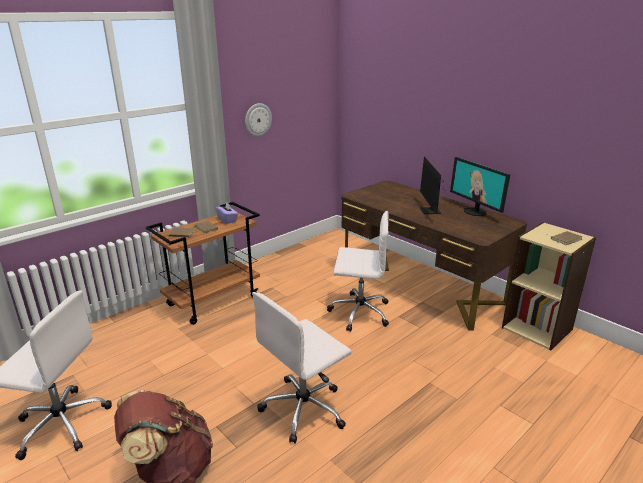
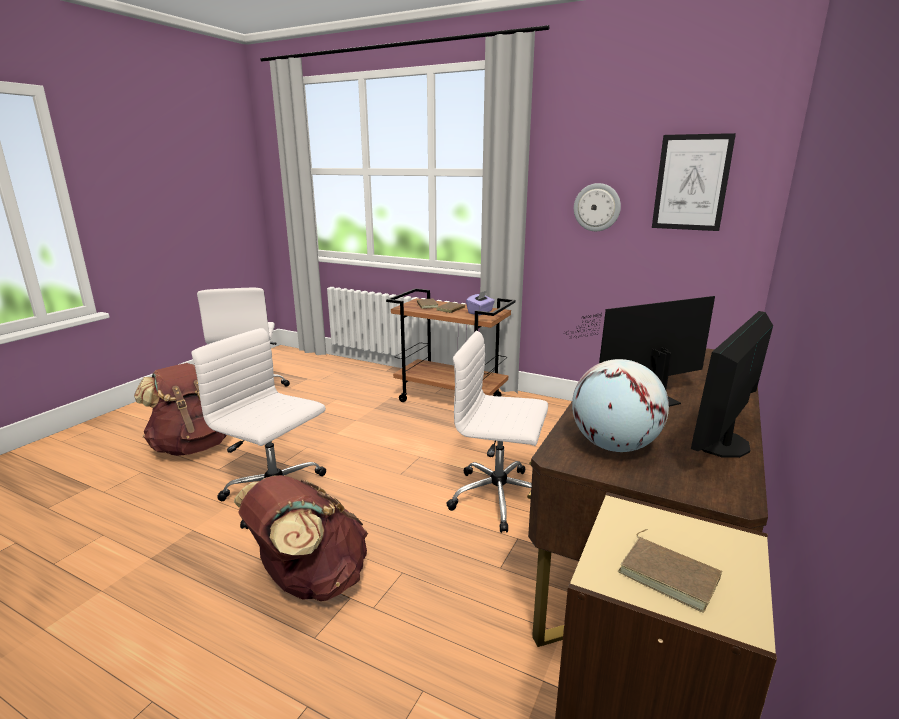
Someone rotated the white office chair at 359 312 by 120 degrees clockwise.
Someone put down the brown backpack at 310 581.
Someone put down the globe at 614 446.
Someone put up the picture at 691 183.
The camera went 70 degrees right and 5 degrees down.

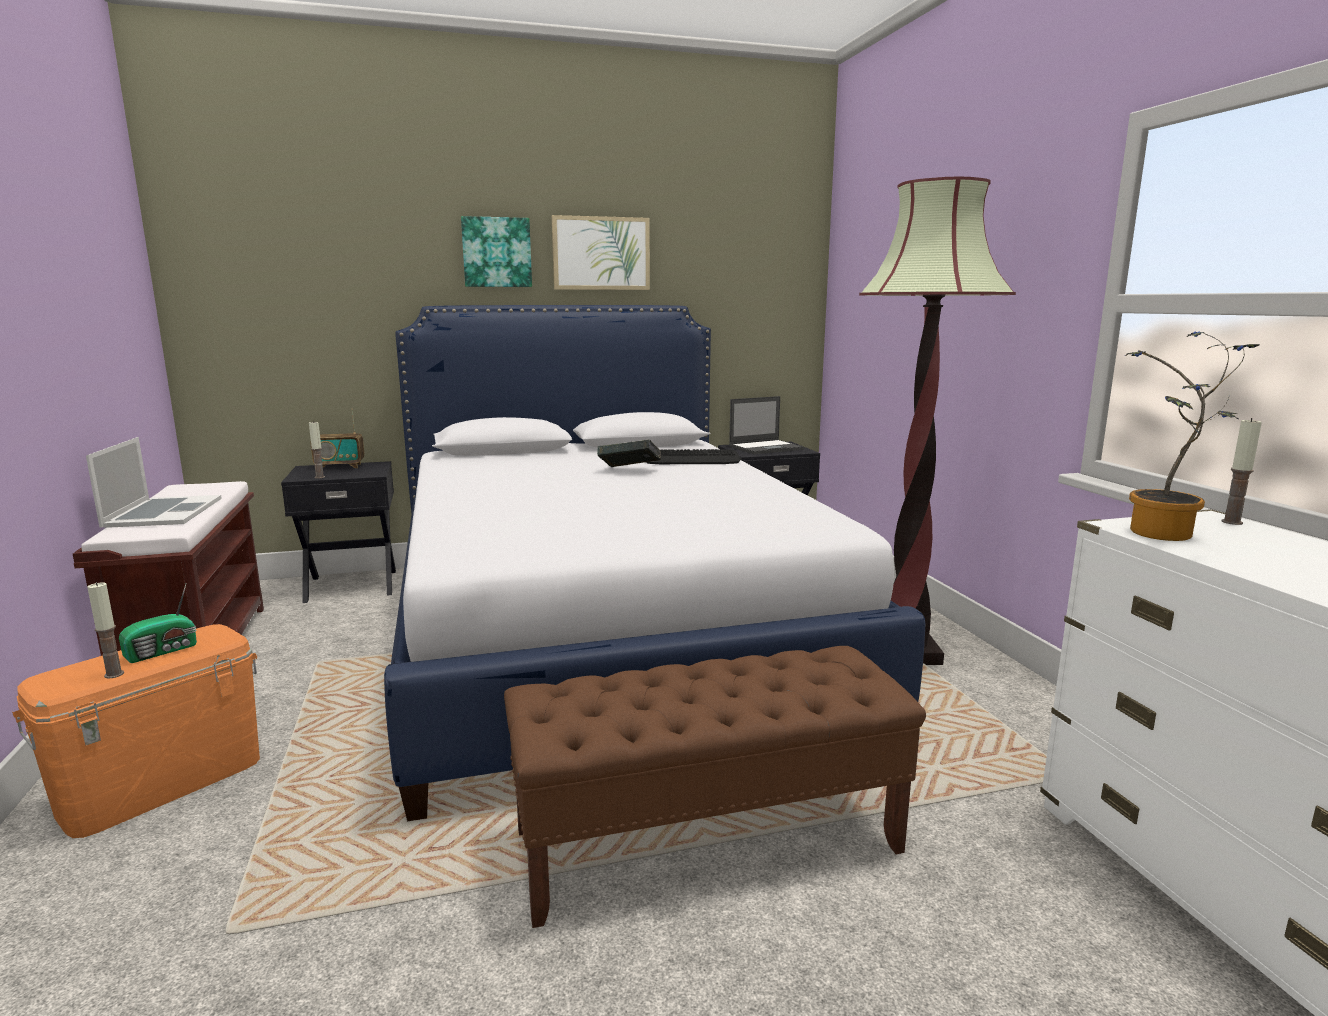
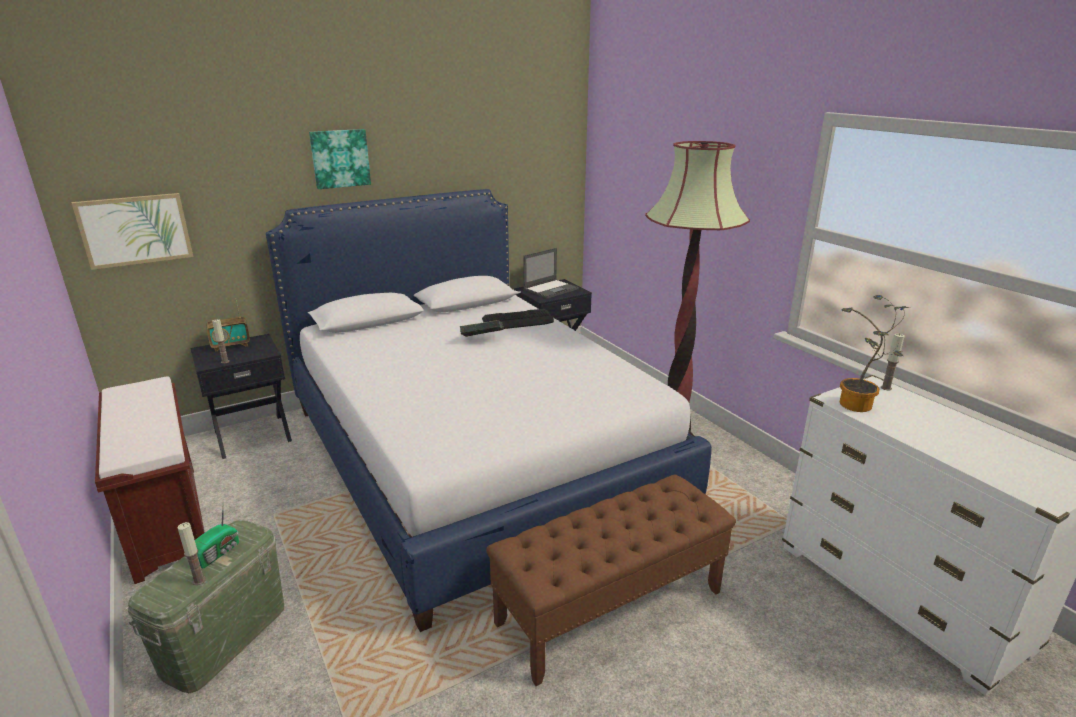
Someone repainted the orange storage box at 162 783, which became the green storage box at 225 638.
Someone took away the laptop at 163 512.
Someone carried the picture from 601 253 to 135 230.
The camera went 15 degrees left and 10 degrees up.

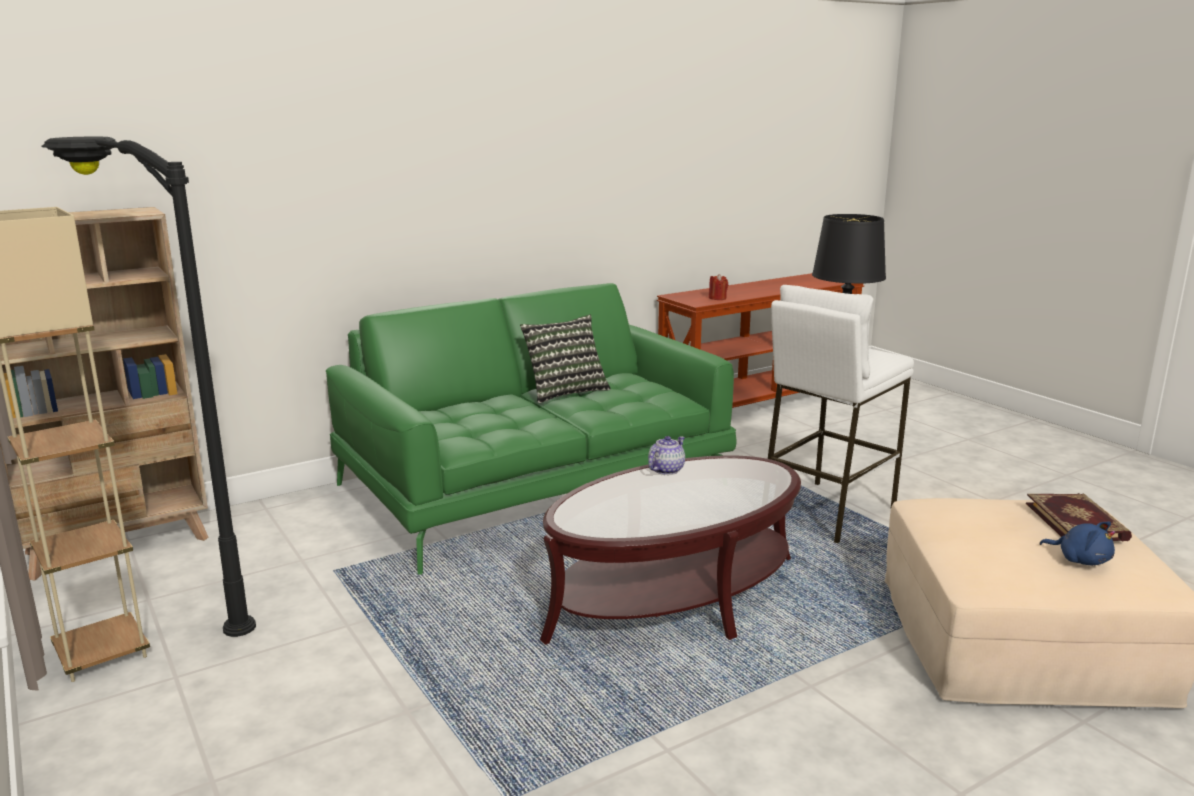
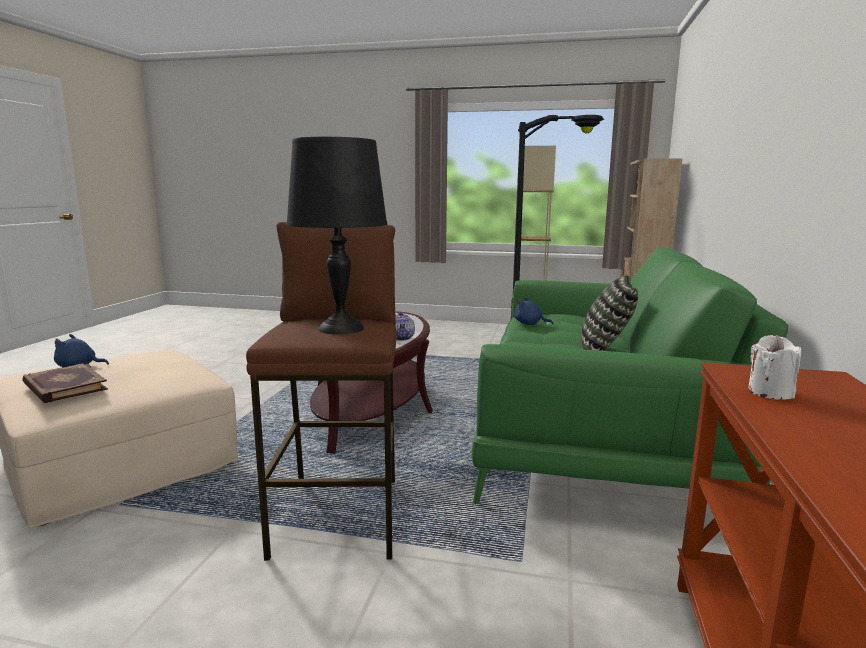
Someone repainted the red candle at 717 298, which became the white candle at 770 392.
Someone repainted the white stool at 826 512, which became the brown stool at 340 515.
Someone put down the blue plush toy at 529 324.
The camera went 135 degrees right and 5 degrees down.

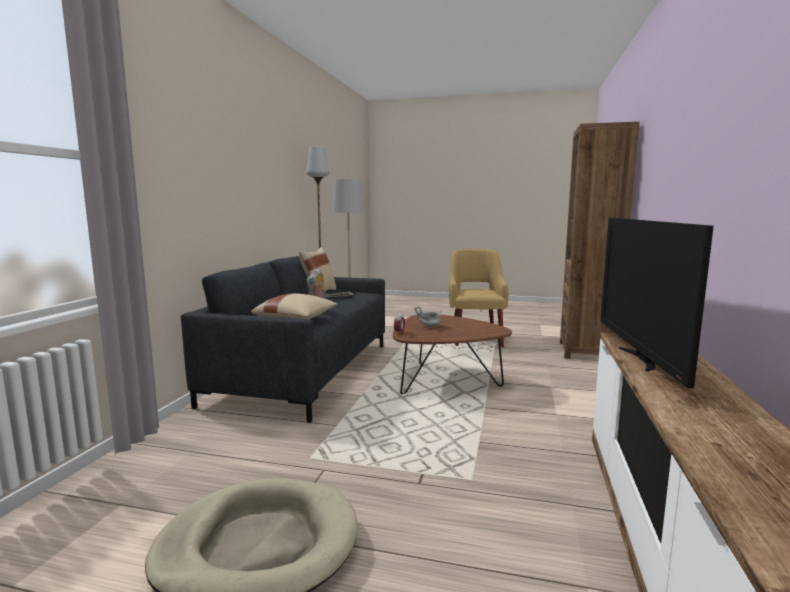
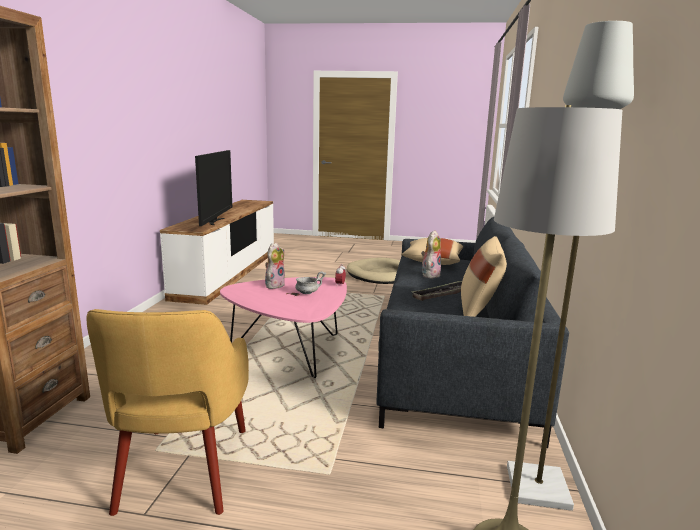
Someone repainted the brown coffee table at 444 381, which became the pink coffee table at 290 351.
Someone put down the plush toy at 274 285.
The camera went 175 degrees right and 5 degrees up.

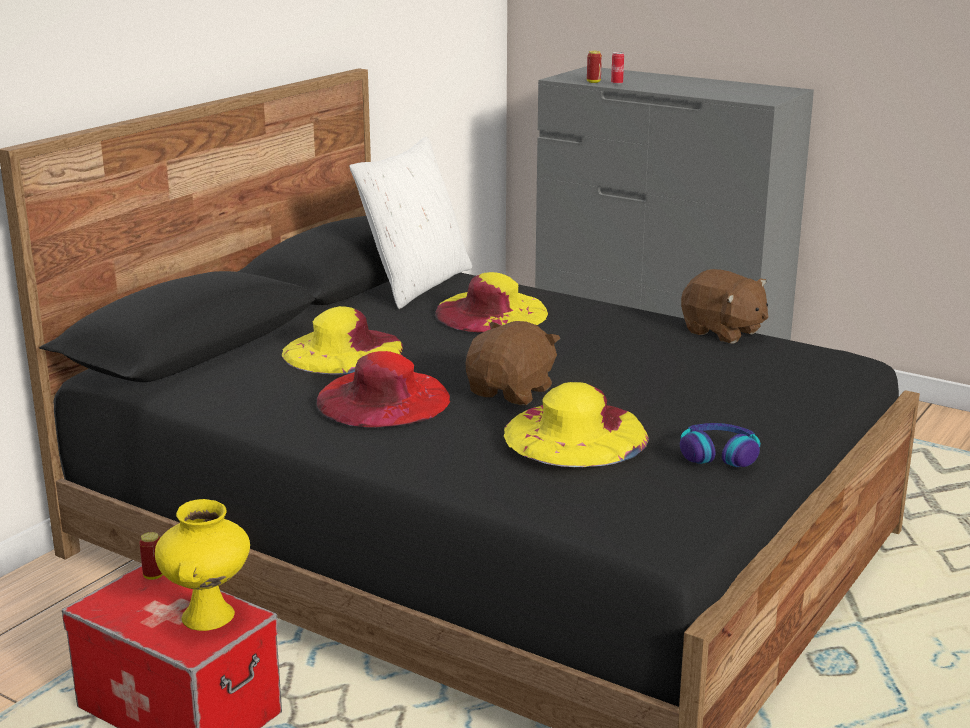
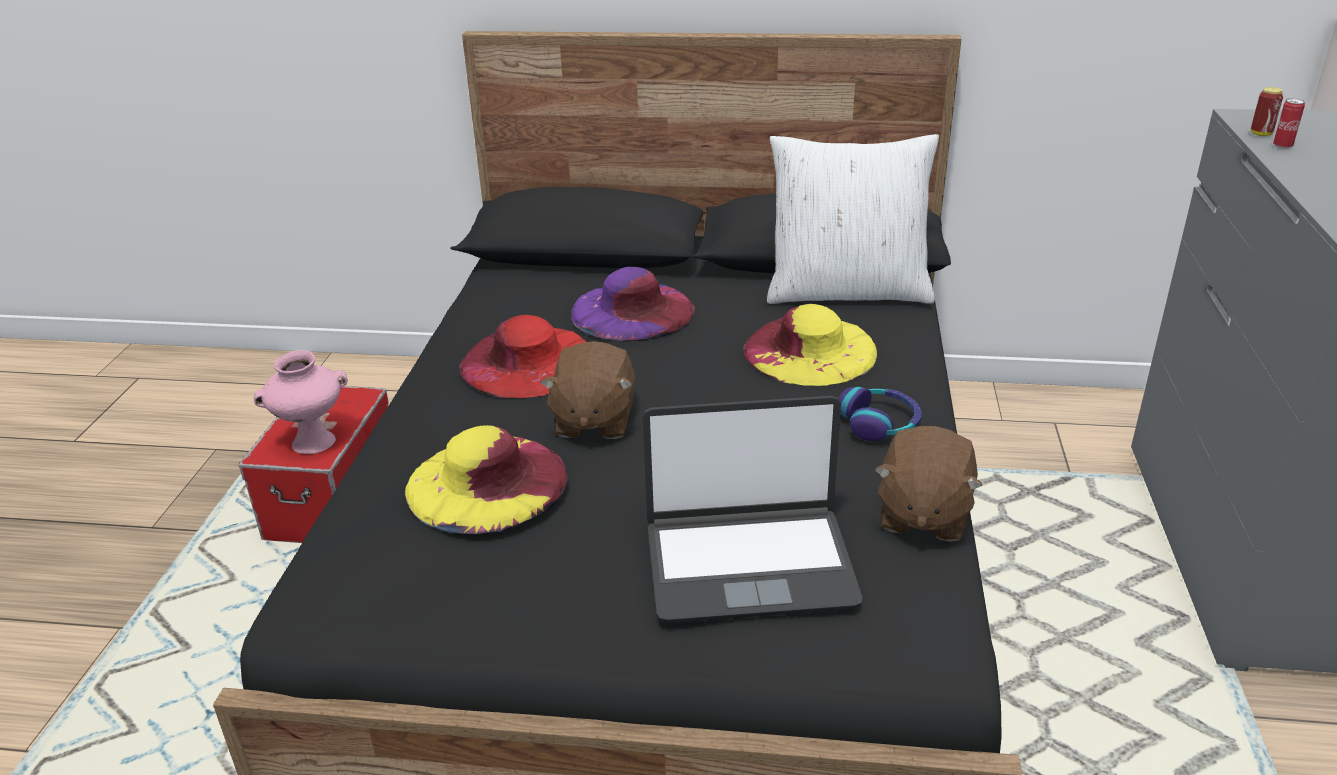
Someone took away the can at 154 576.
Someone repainted the yellow vase at 209 617, which became the pink vase at 313 443.
Someone repainted the yellow hat at 343 351, which became the purple hat at 632 311.
Someone rotated the brown plush toy at 512 392 by 90 degrees clockwise.
Someone carried the headphones from 719 454 to 880 423.
Someone put down the laptop at 749 564.
The camera went 65 degrees right and 10 degrees up.

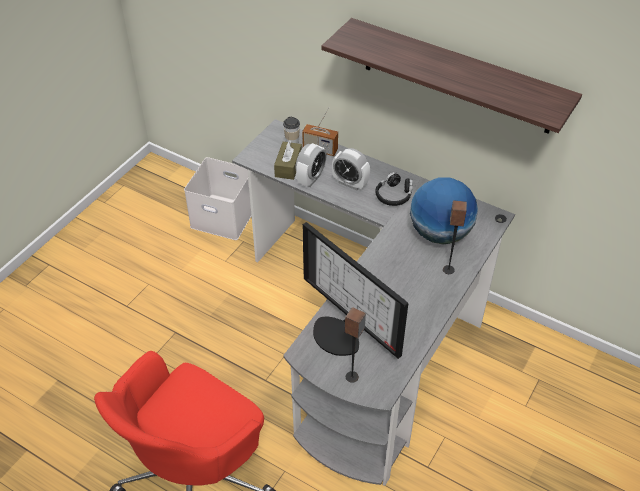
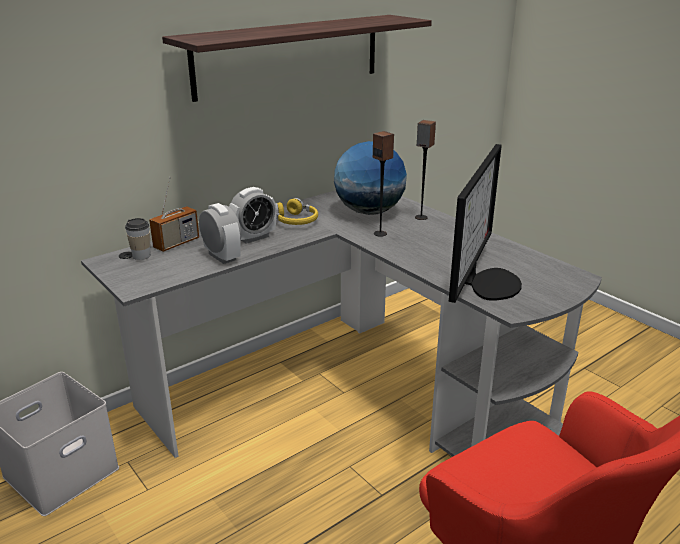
Someone took away the brown tissue box at 288 166.
Someone rotated the monitor at 341 333 by 45 degrees counterclockwise.
Someone carried the speaker from 352 377 to 380 233.
Someone repainted the black headphones at 394 195, which became the yellow headphones at 295 221.
The camera went 70 degrees left and 20 degrees down.

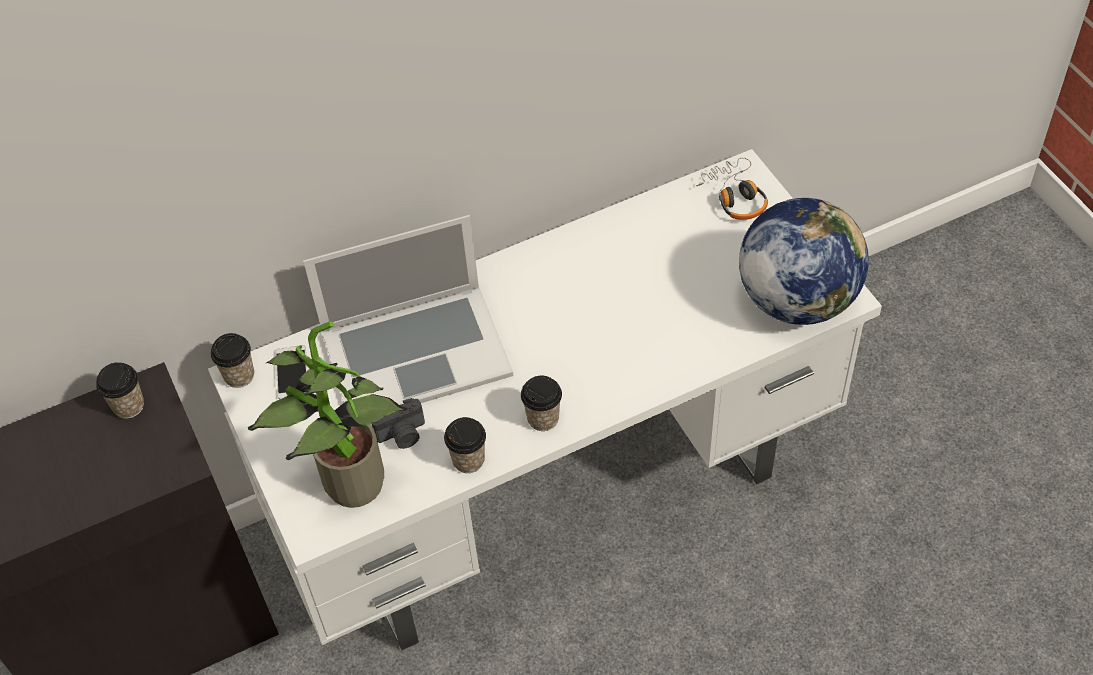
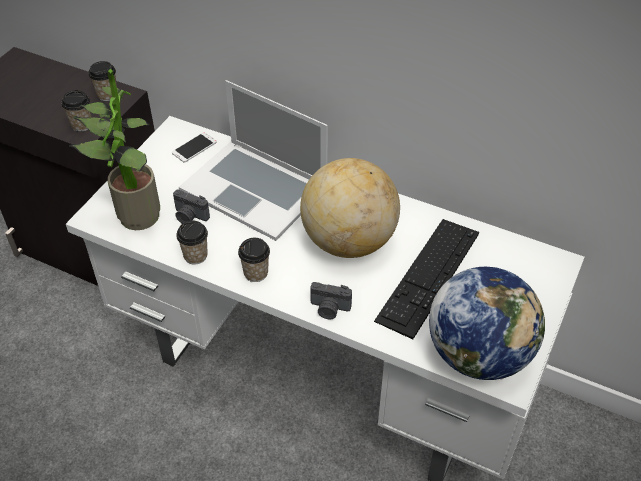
Someone carried the cup from 239 376 to 81 125.
Someone took away the headphones at 735 197.
Someone put down the globe at 348 241.
Someone put down the photo camera at 329 309.
Someone put down the keyboard at 428 276.
The camera went 50 degrees right and 5 degrees down.

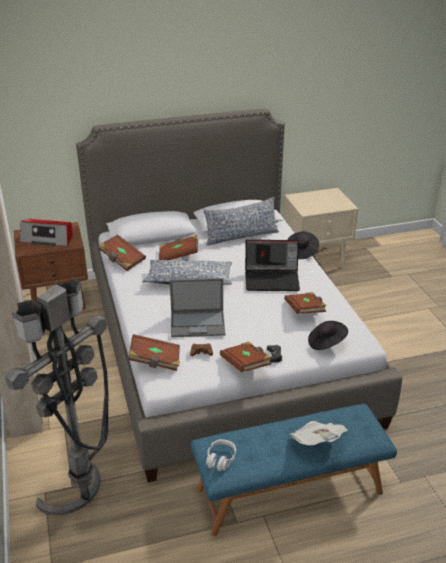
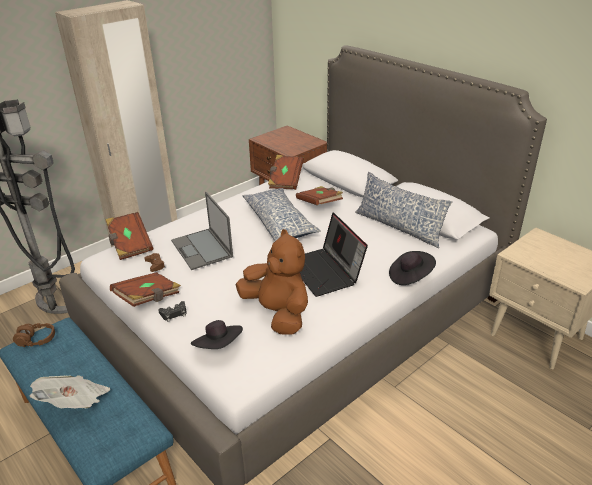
Someone took away the radio at 48 239.
Someone repainted the grey headphones at 220 459, which became the brown headphones at 36 340.
Someone swapped the brown book at 305 311 for the brown plush toy at 278 313.
The camera went 65 degrees right and 0 degrees up.

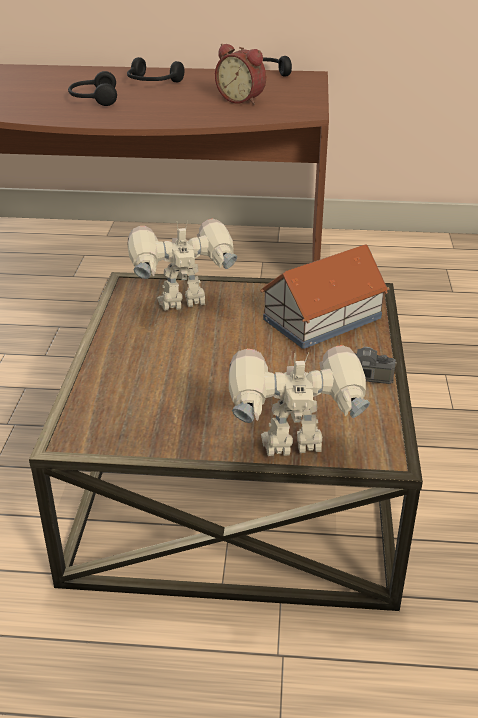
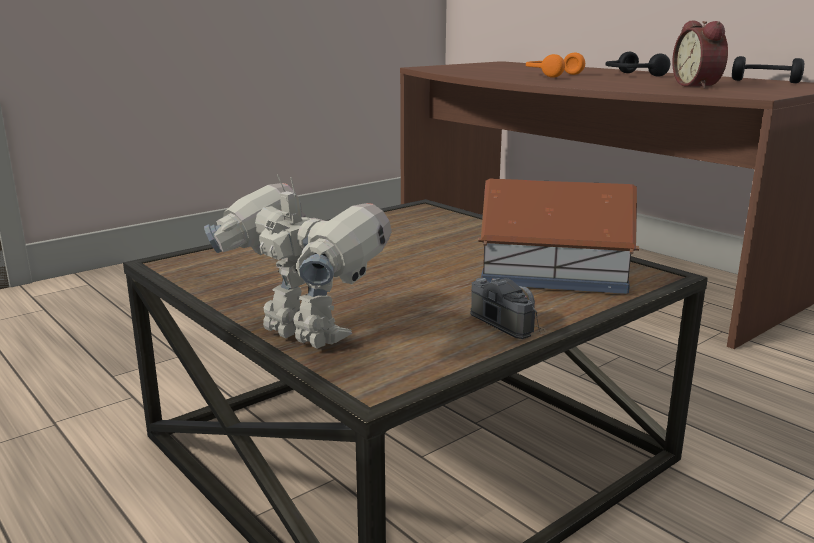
Someone repainted the black headphones at 93 99, which became the orange headphones at 550 75.
Someone took away the toy robot at 183 305.
The camera went 45 degrees right and 15 degrees down.

